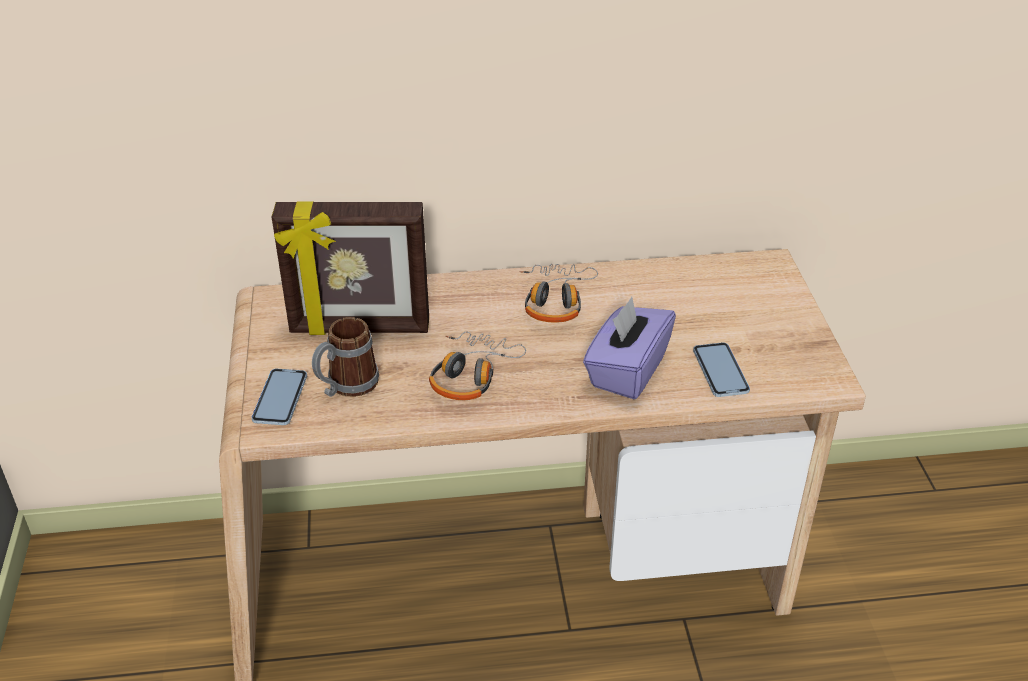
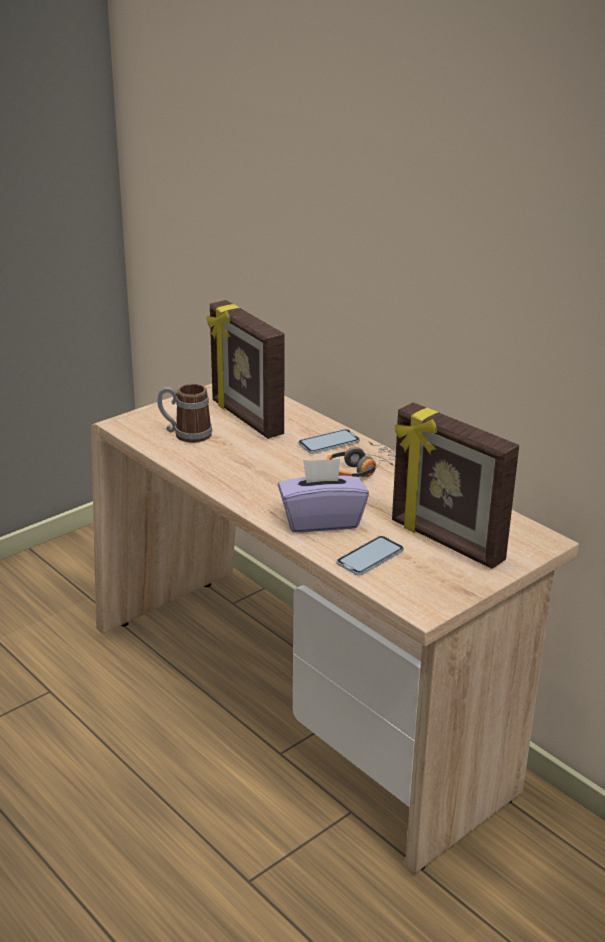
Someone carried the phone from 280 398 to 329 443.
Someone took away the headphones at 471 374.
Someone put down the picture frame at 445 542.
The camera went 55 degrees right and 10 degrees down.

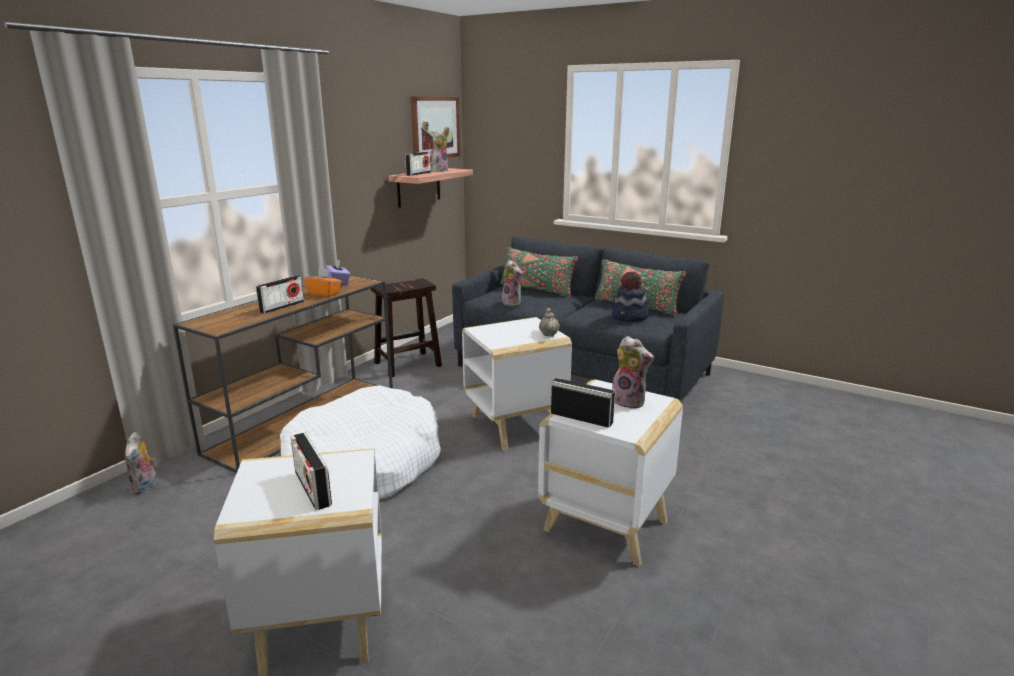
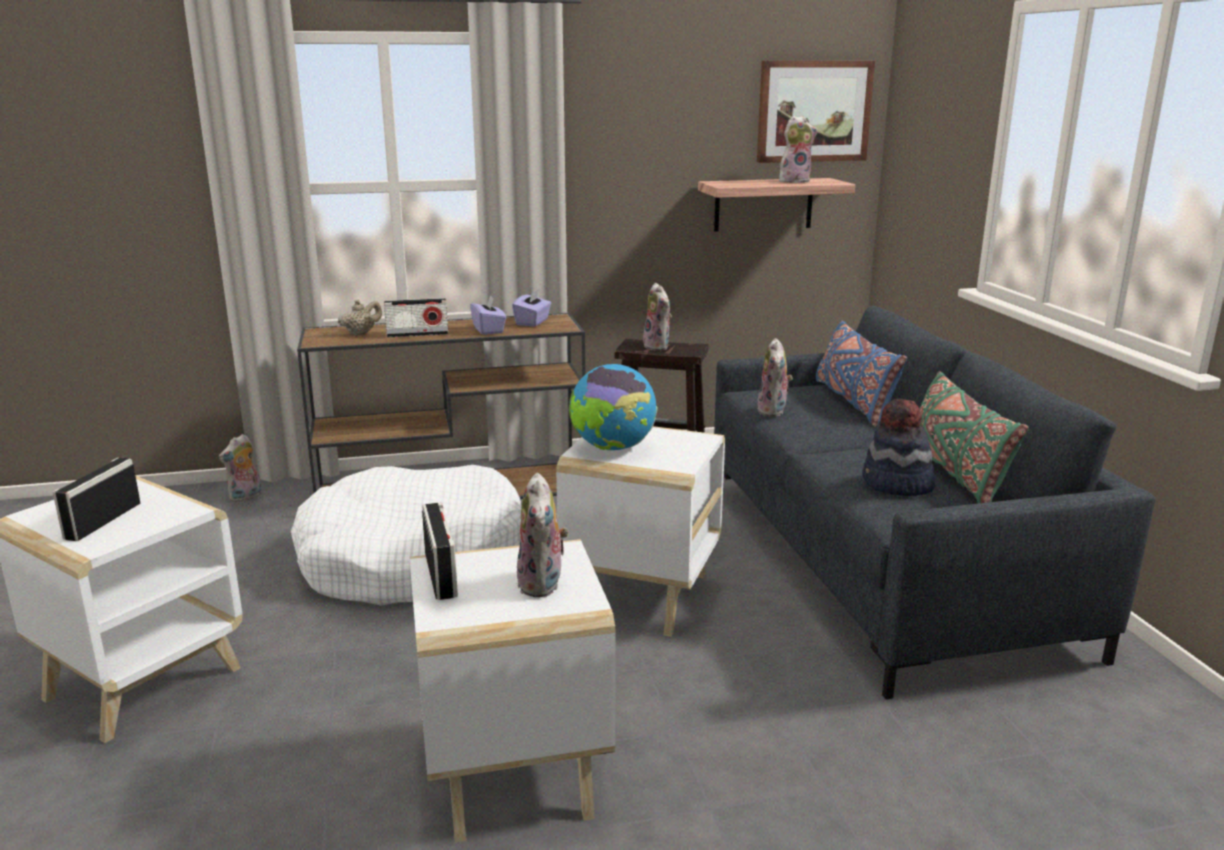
Someone repainted the orange tissue box at 324 293, which became the purple tissue box at 489 330.
Someone took away the radio at 418 174.
Someone repainted the green pillow at 536 289, which became the blue pillow at 854 402.
Someone carried the beige teapot from 549 334 to 361 333.
Someone put down the globe at 612 448.
Someone put down the plush toy at 658 346.
The camera went 45 degrees right and 0 degrees up.

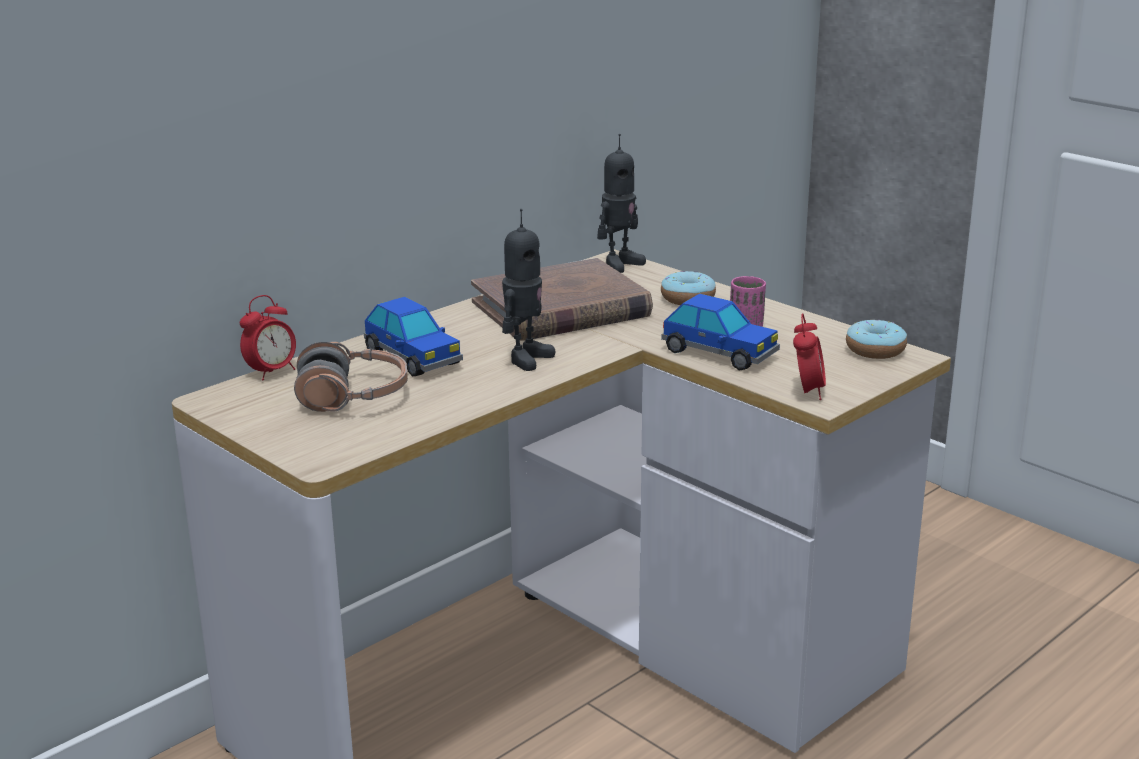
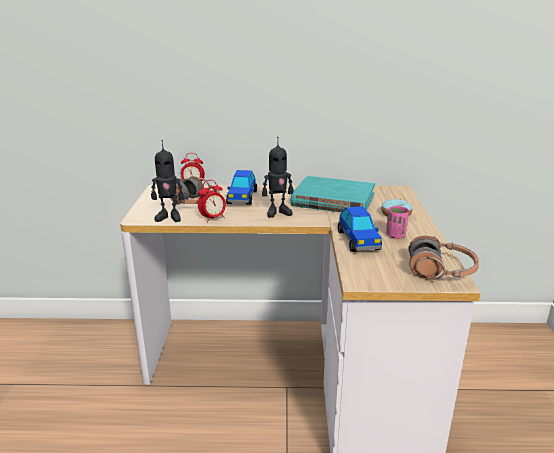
Someone repainted the brown book at 561 309, which became the turquoise book at 333 200.
Someone carried the toy robot from 620 264 to 169 217.
Someone carried the alarm clock from 807 392 to 213 218.
Someone swapped the donut at 875 350 for the headphones at 441 270.
The camera went 45 degrees right and 0 degrees up.

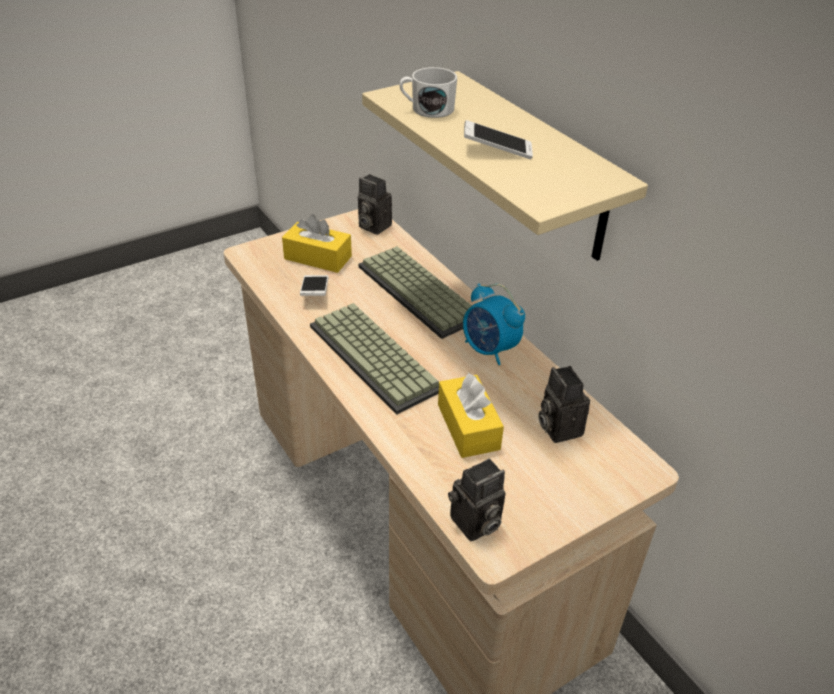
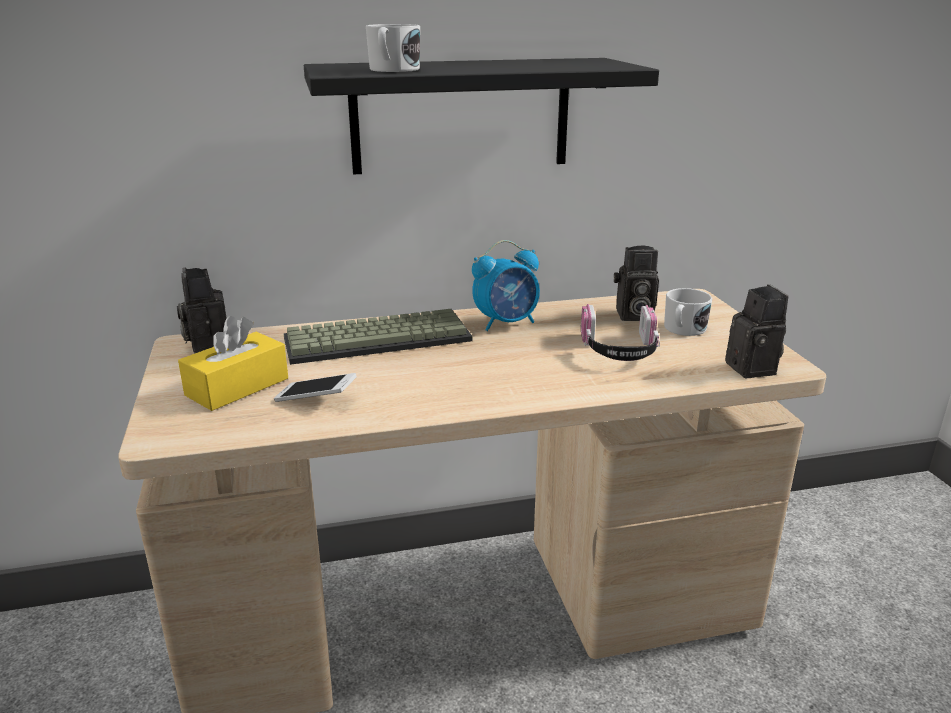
Someone took away the keyboard at 377 357.
Someone rotated the photo camera at 372 226 by 105 degrees clockwise.
Someone repainted the beige shelf at 536 167, which became the black shelf at 461 116.
Someone swapped the yellow tissue box at 468 427 for the headphones at 619 351.
Someone took away the phone at 497 150.
Someone put down the white mug at 683 329.
The camera went 70 degrees left and 15 degrees down.

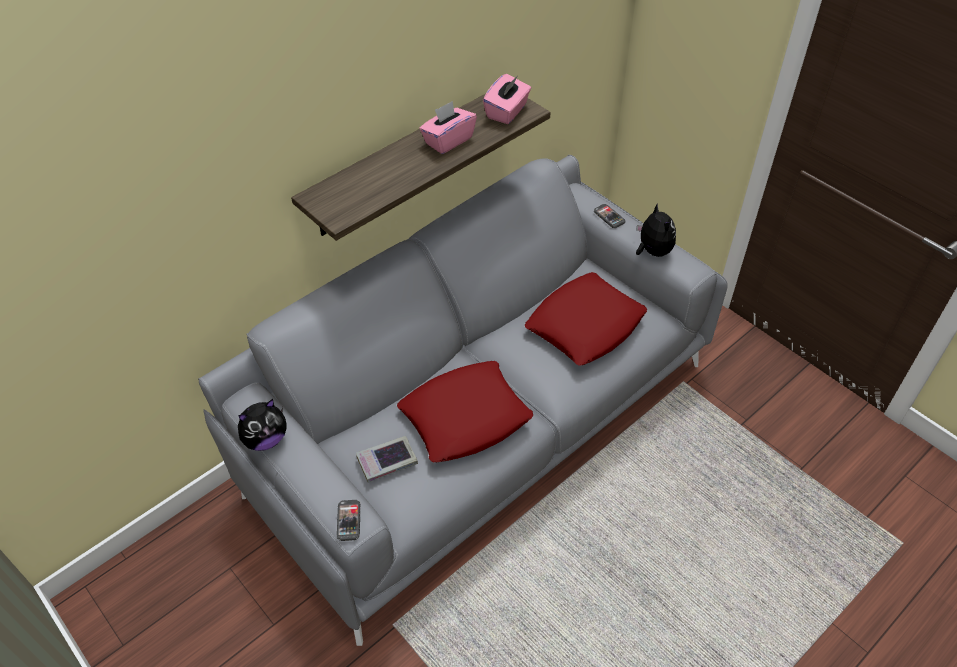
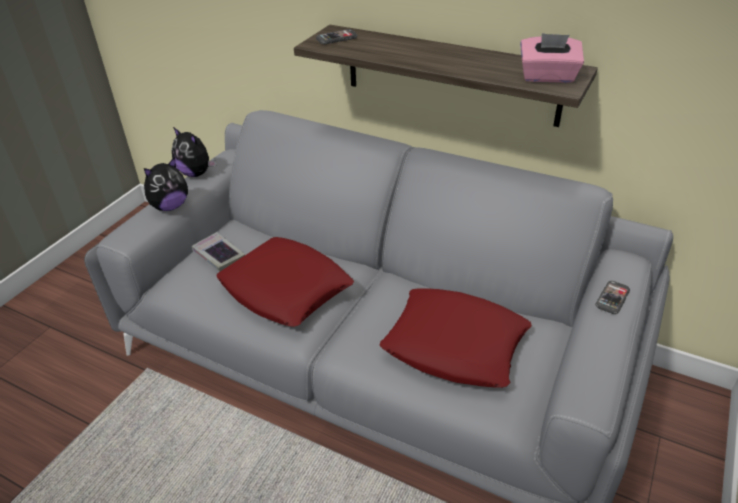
Someone carried the phone from 348 521 to 336 38.
Someone took away the pink tissue box at 448 141.
Someone carried the plush toy from 652 251 to 170 206.
The camera went 70 degrees right and 10 degrees down.

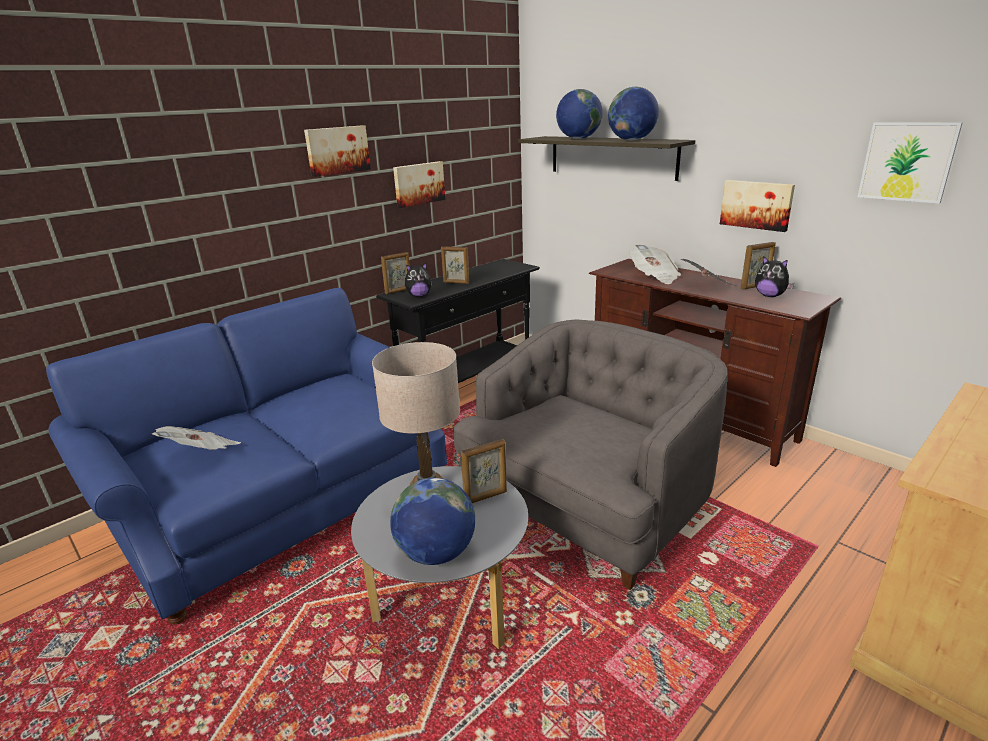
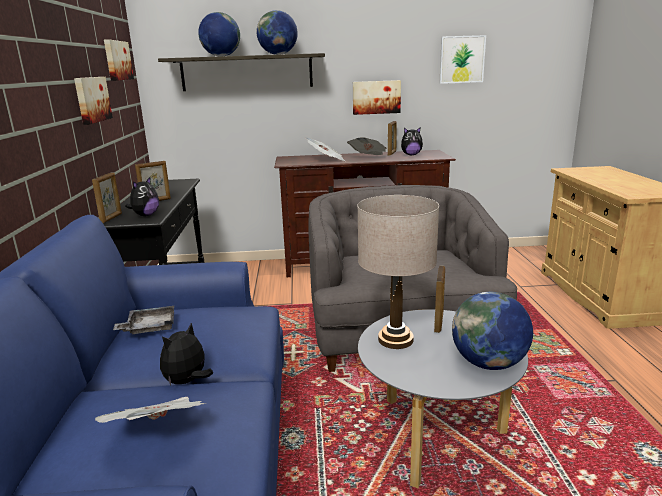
Someone carried the picture from 337 150 to 117 60.
Someone put down the grey tray at 149 327.
Someone put down the plush toy at 187 381.
The camera went 50 degrees left and 5 degrees down.

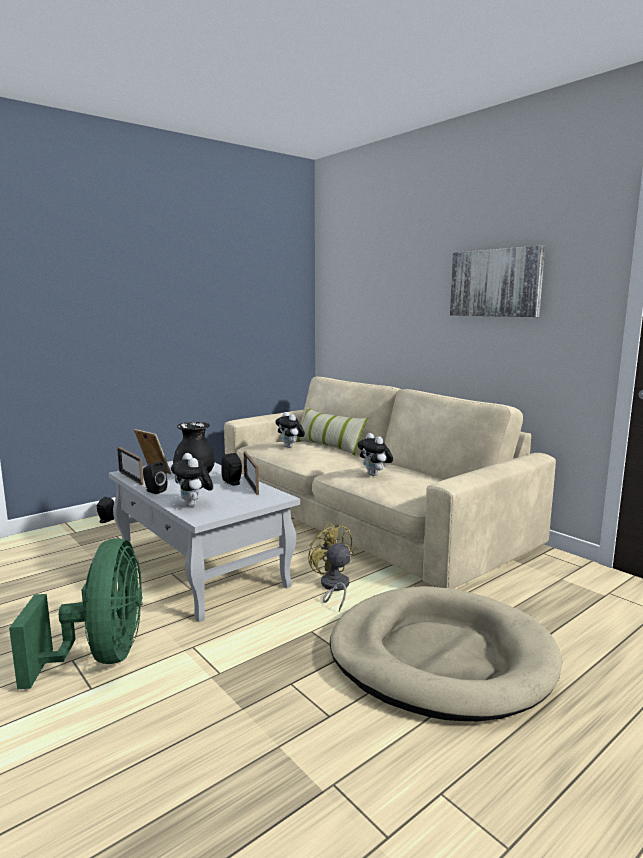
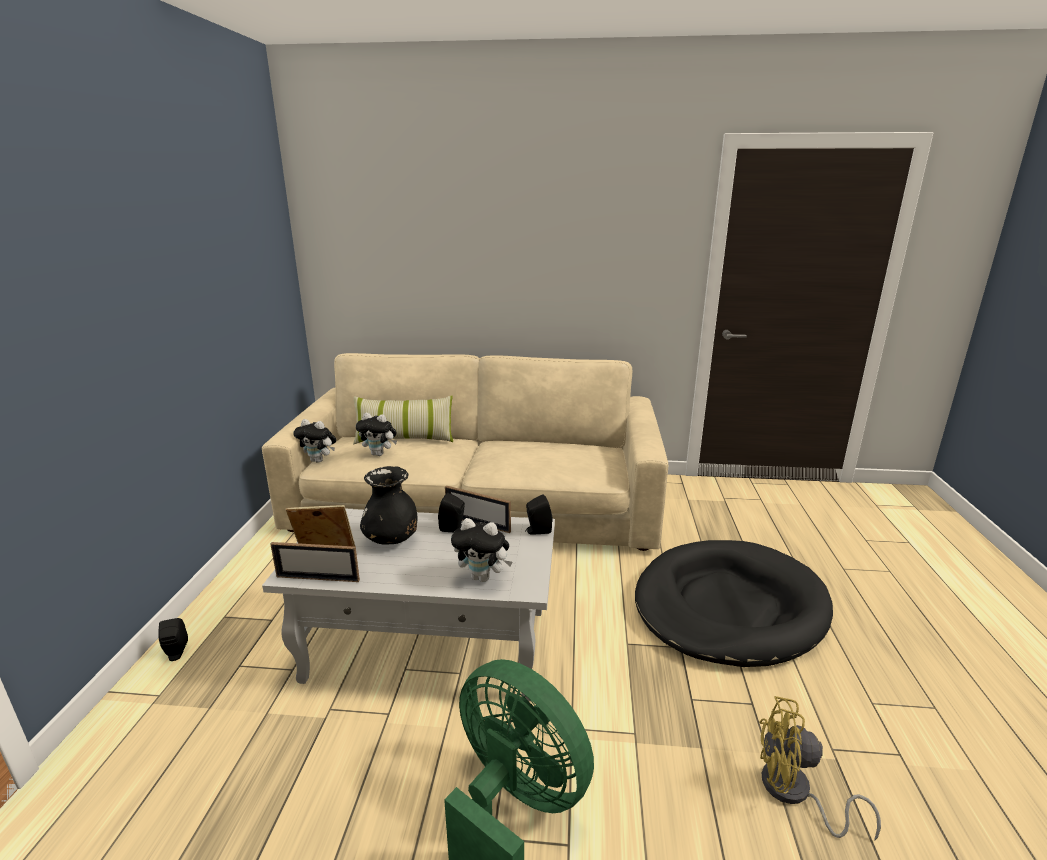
Someone carried the black speaker from 154 491 to 537 531.
Someone carried the yellow fan from 333 587 to 794 794.
Someone repainted the beige dog bed at 440 657, which became the black dog bed at 728 607.
Someone carried the plush toy from 375 475 to 319 460.
Someone took away the picture at 495 283.
The camera went 45 degrees left and 10 degrees up.

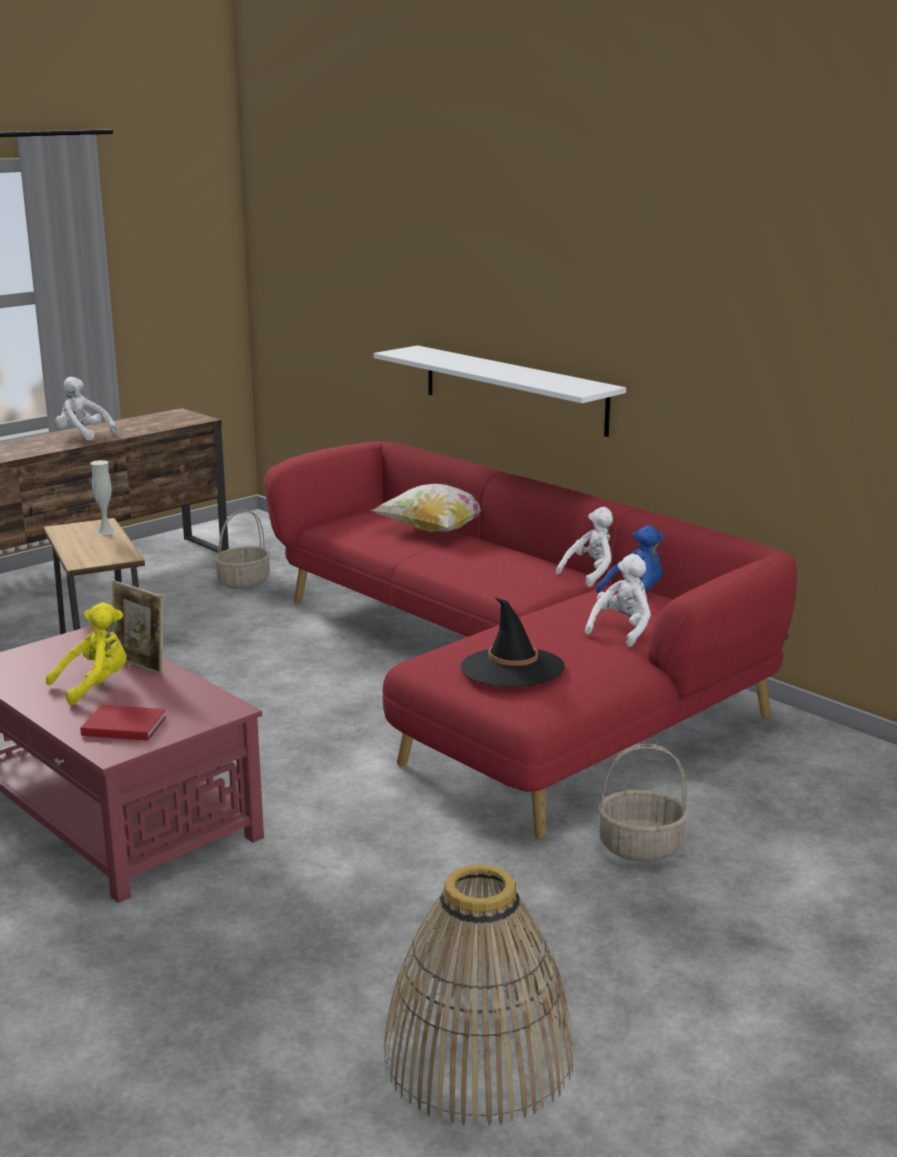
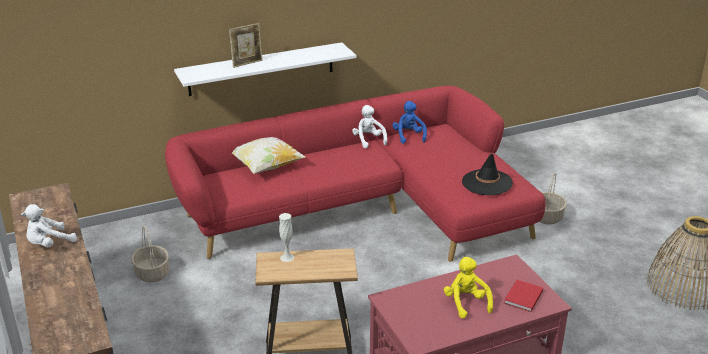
Someone carried the picture frame from 140 665 to 247 63.
Someone took away the white plush toy at 622 630.
The camera went 70 degrees left and 10 degrees up.

